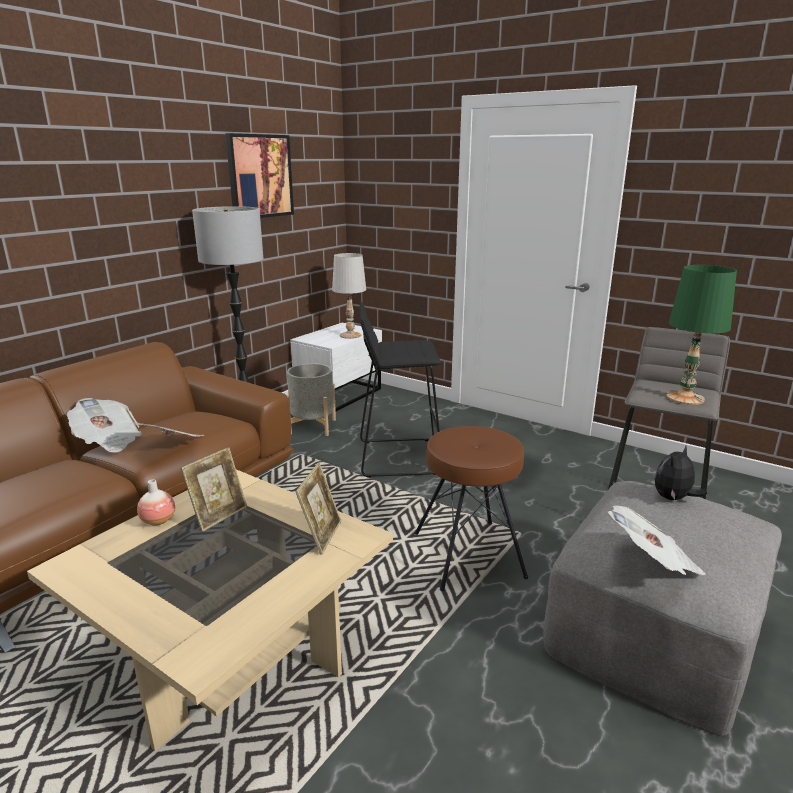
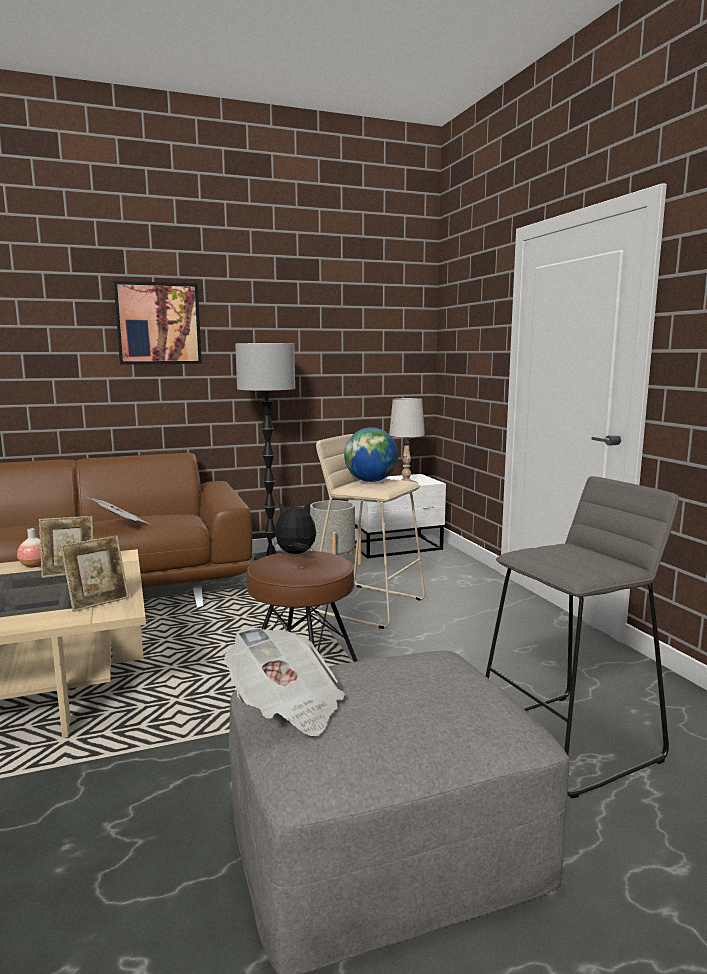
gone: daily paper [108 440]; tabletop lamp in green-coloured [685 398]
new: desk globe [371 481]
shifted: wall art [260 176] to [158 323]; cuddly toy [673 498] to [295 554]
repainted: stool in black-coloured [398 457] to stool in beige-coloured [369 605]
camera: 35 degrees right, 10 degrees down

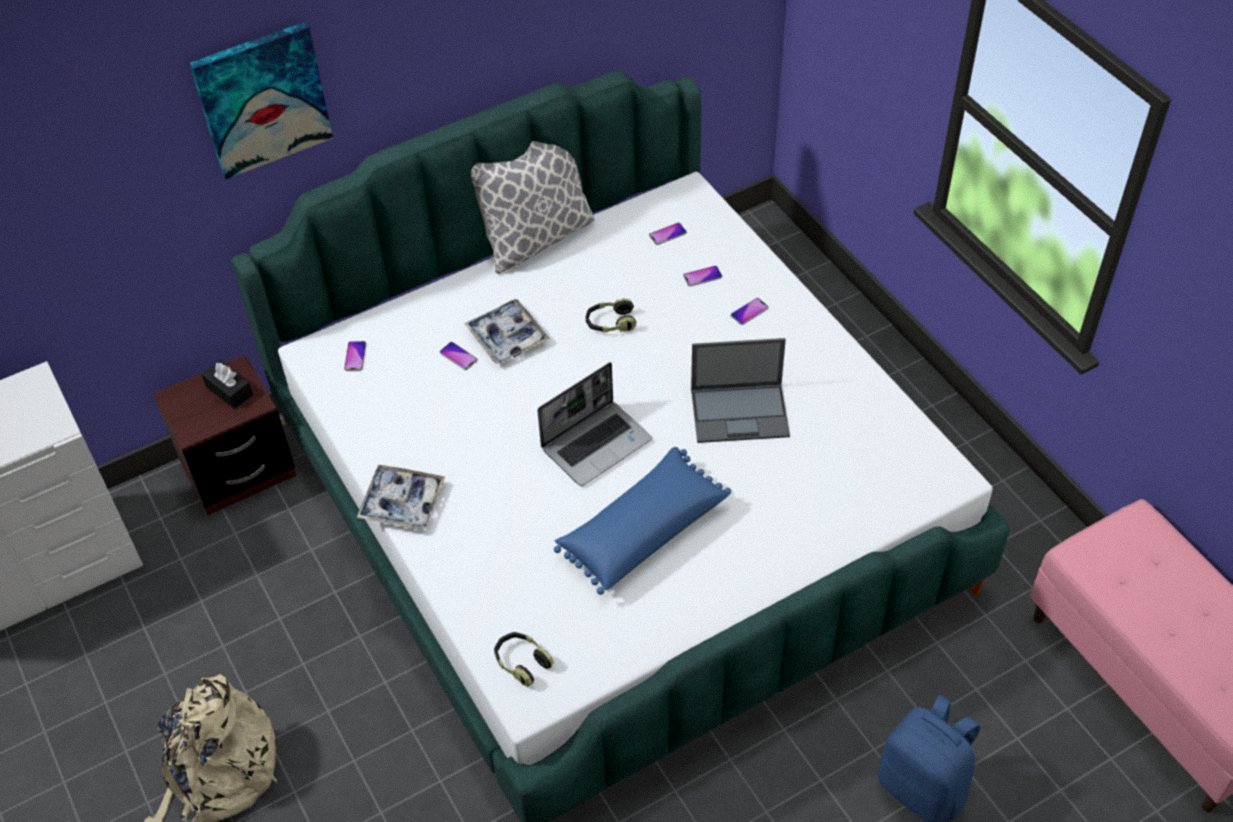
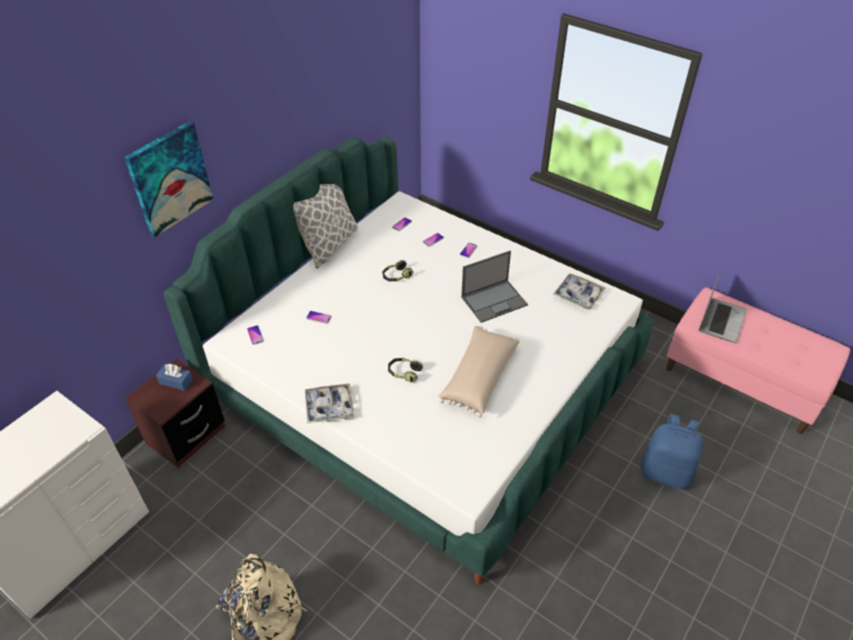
shifted: headset [522 662] to [404 373]; carrying tray [507 337] to [578 295]; laptop [597 443] to [721 320]
repainted: box of tissues in black-coloured [229 390] to box of tissues in bluish [176 381]; throw pillow in bluish [642 530] to throw pillow in beige-coloured [478 377]
camera: 25 degrees left, 5 degrees down

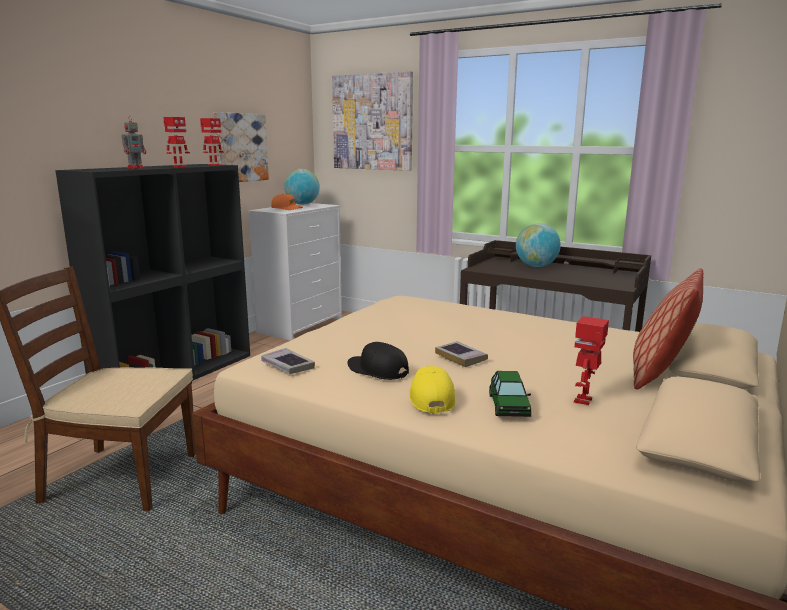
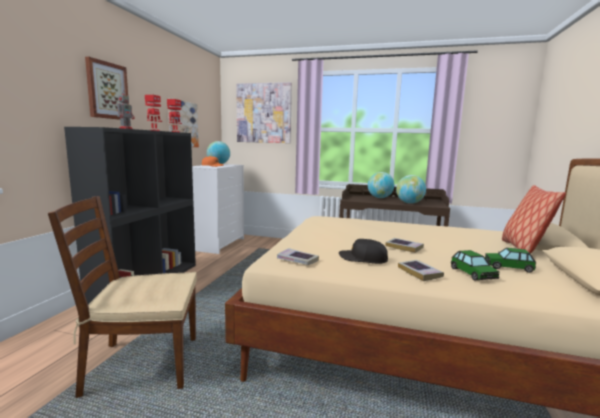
new: wall art [107 90]; desk globe [409 203]
swapped: cap in yellow [431 398] to bound book [419 273]; toy robot [584 401] to miniature car [508 267]
camera: 15 degrees left, 5 degrees down

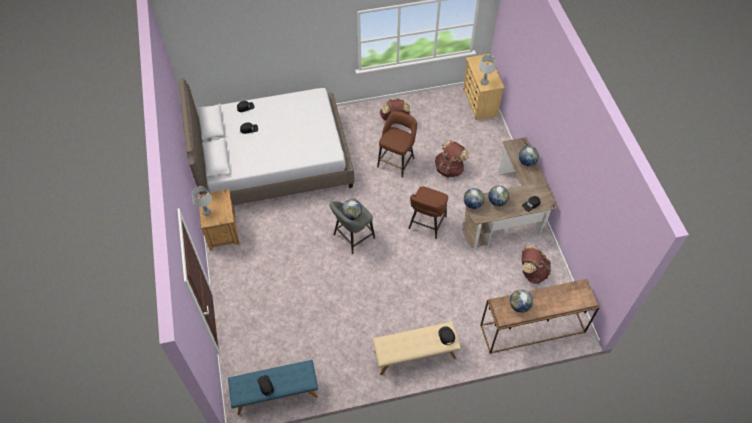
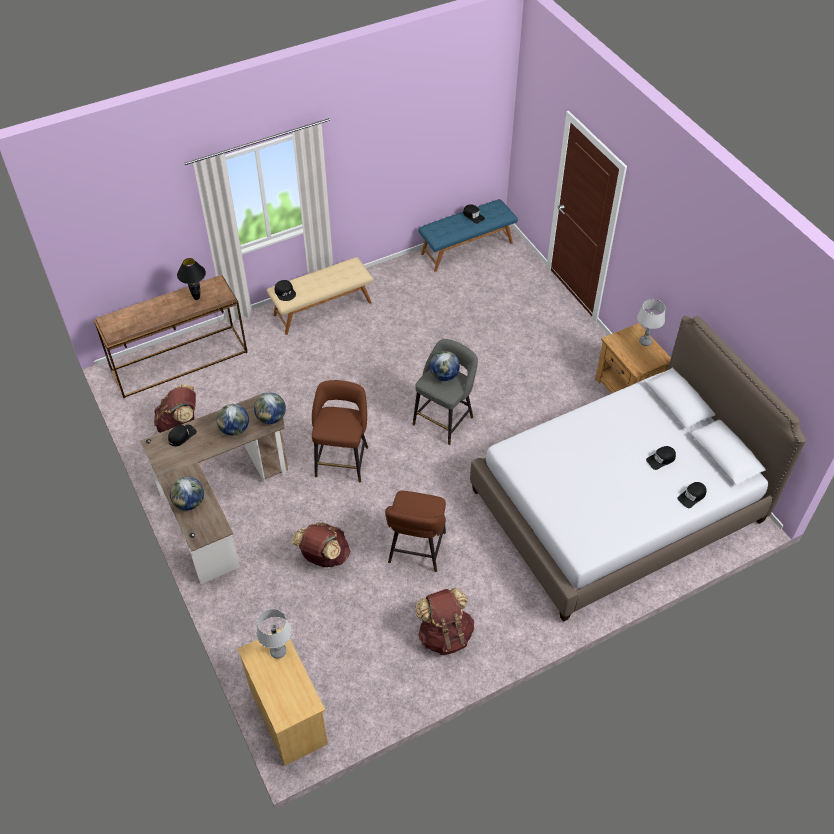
swapped: desk globe [519 306] to tabletop lamp in black-coloured [196 298]
camera: 165 degrees right, 5 degrees down

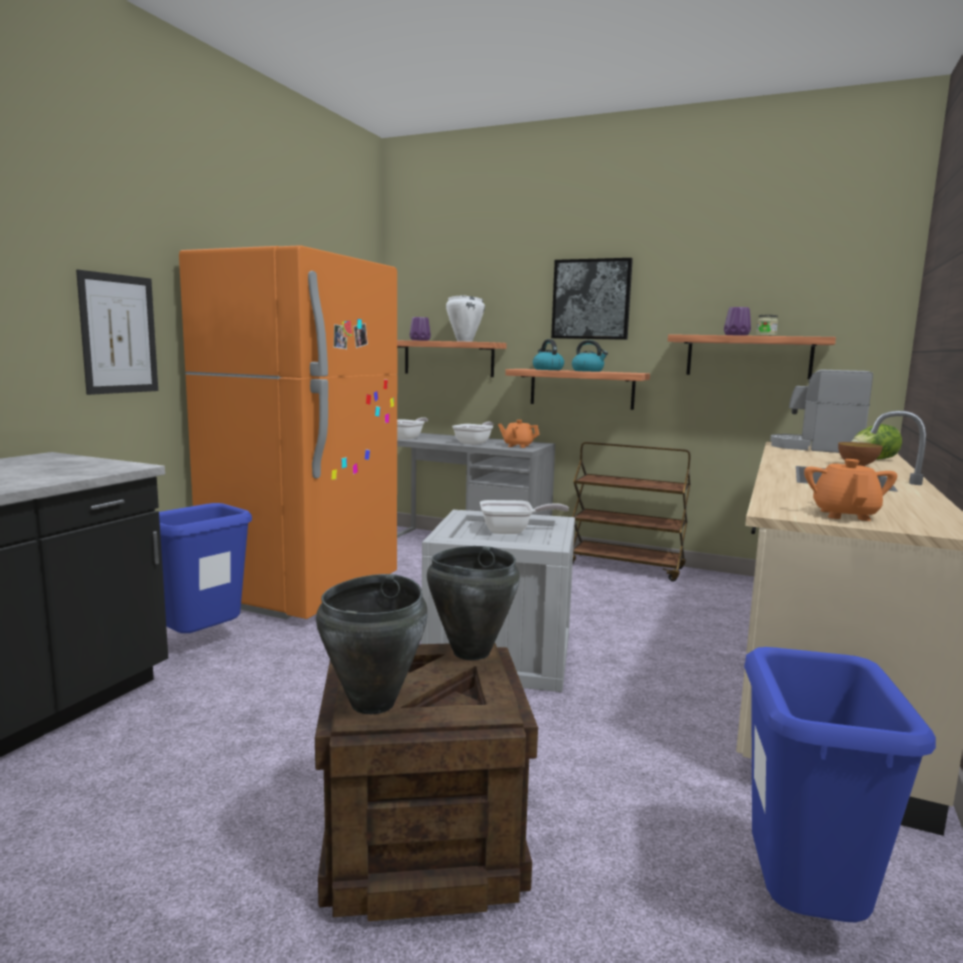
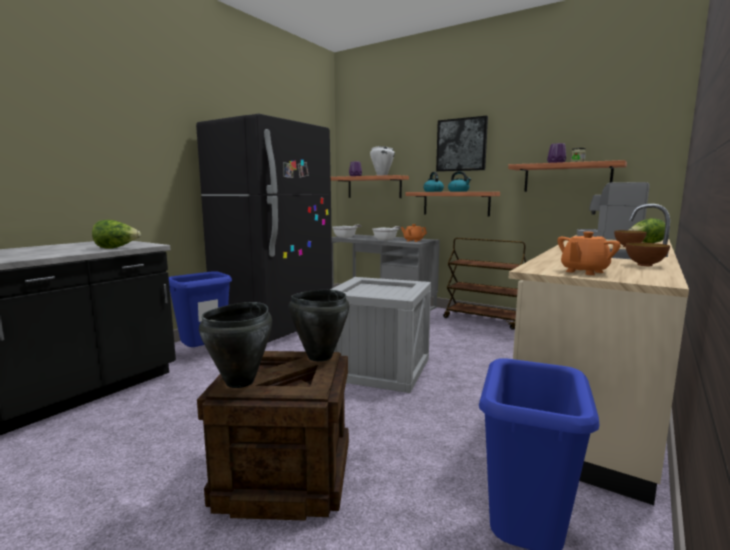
gone: wall art [119 334]; frying pan [512 531]
new: head of lettuce [116 248]; deep dish [644 265]
repainted: kitchen fridge in orange [304 590] to kitchen fridge in black-coloured [274 327]
rotated: teapot in orange [845 515] = [584 271] 150 degrees counterclockwise
camera: 10 degrees right, 0 degrees up

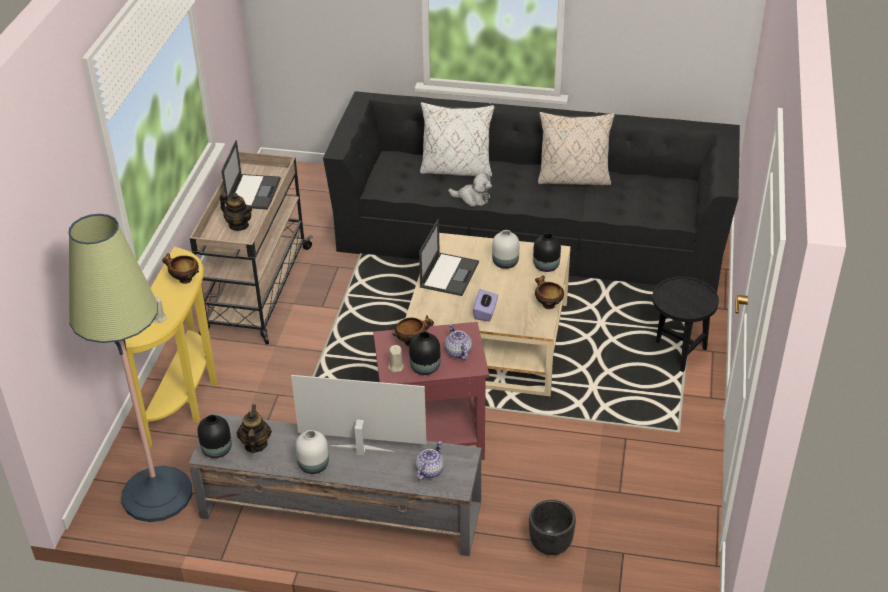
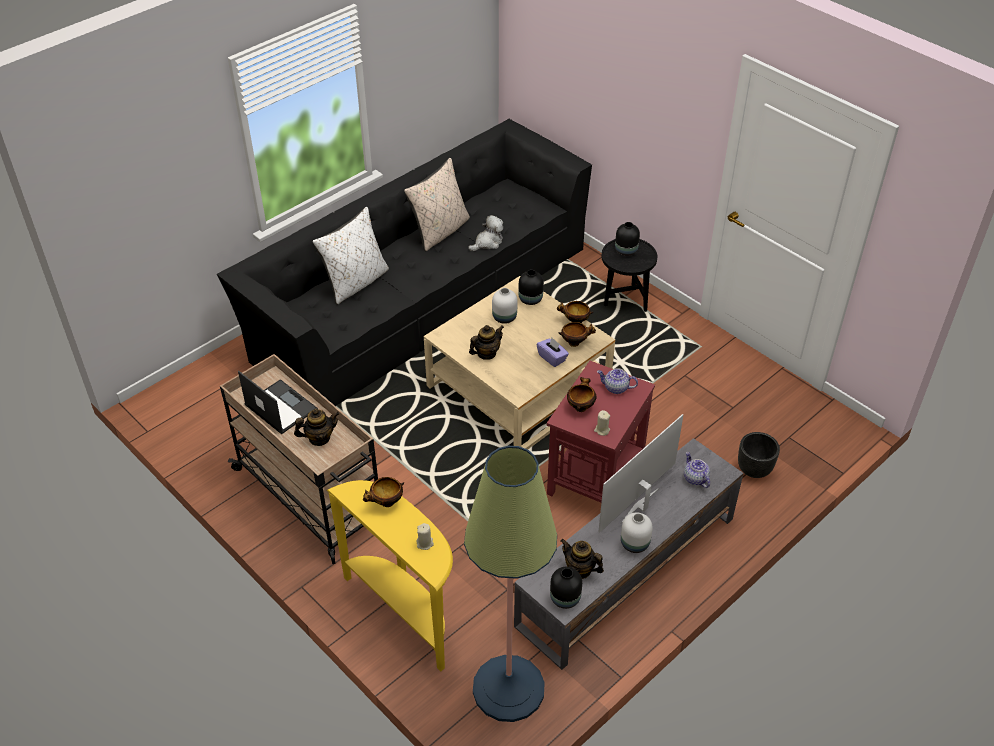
new: deep dish [575 342]
shifted: cuddly toy [473 198] to [487 242]; flower vase in black-coloured [425 367] to [625 250]
swapped: laptop [449 274] to teapot [486 353]
camera: 55 degrees left, 5 degrees up

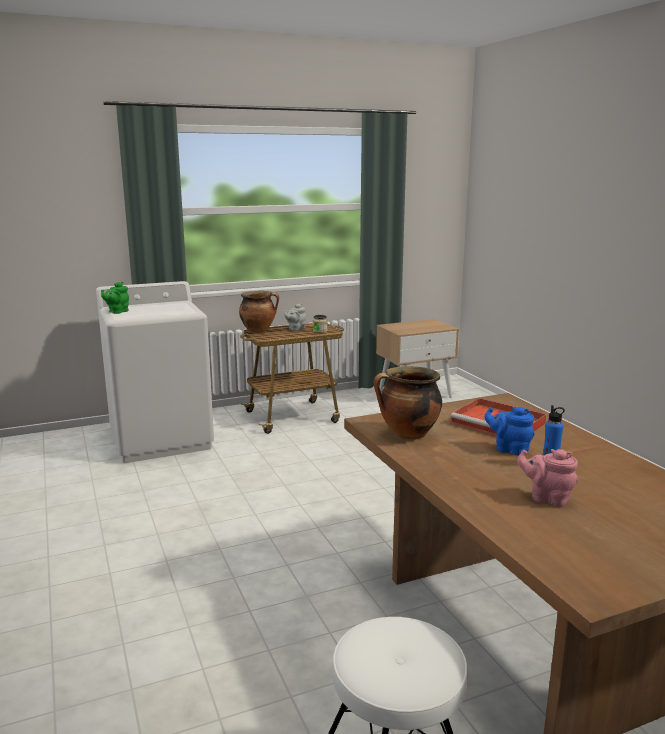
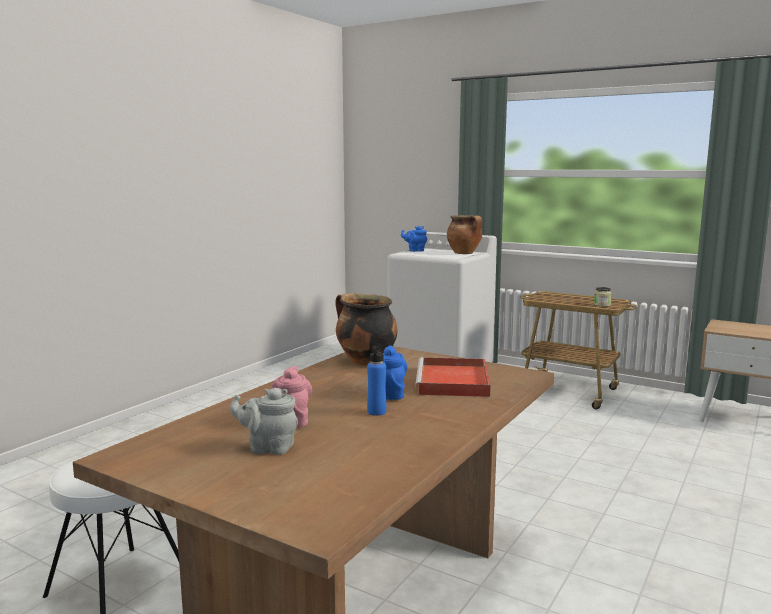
shifted: teapot in gray [295 329] to [268 448]; stockpot [259 331] to [464 253]
repainted: teapot in green-coloured [117 312] to teapot in bluish [415 250]
camera: 55 degrees right, 5 degrees down

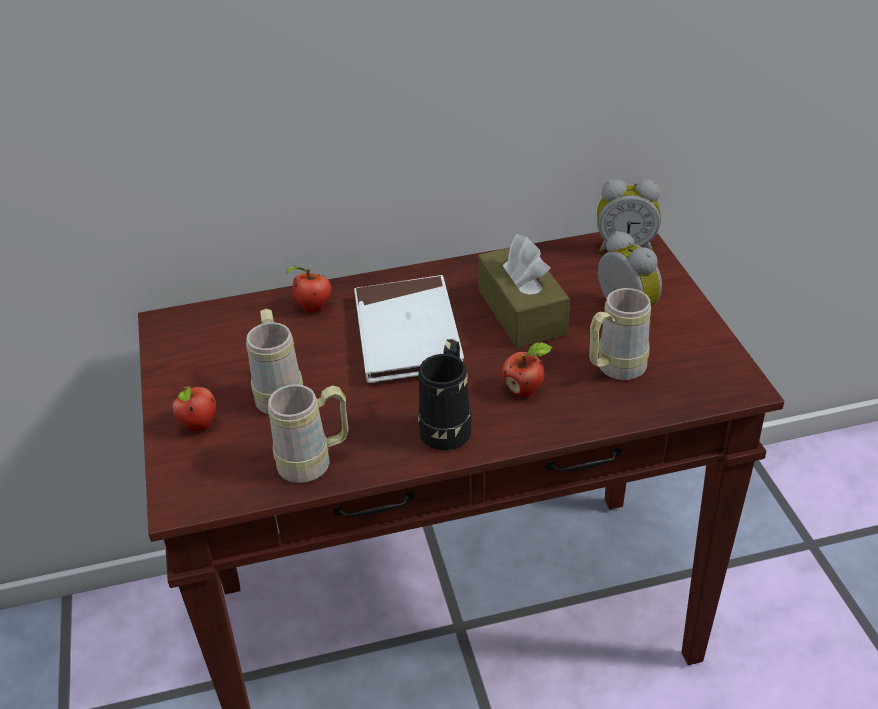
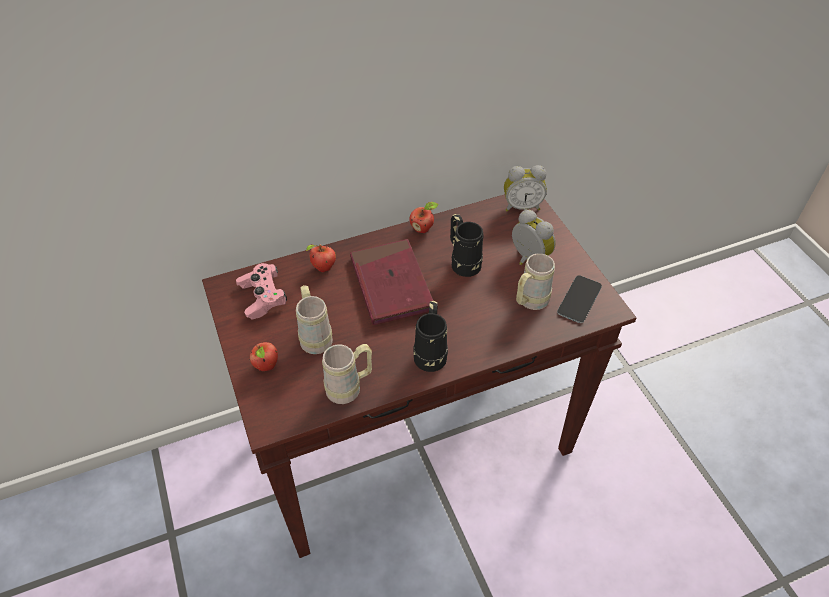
new: joypad in pink [263 297]; phone [579 299]
shifted: apple fruit [525 390] to [423 229]
swapped: box of tissues in brownish [522 312] to coffee mug in black-coloured [463 262]
repainted: bound book in white [407 335] to bound book in reddish [391 285]
camera: 10 degrees left, 10 degrees up

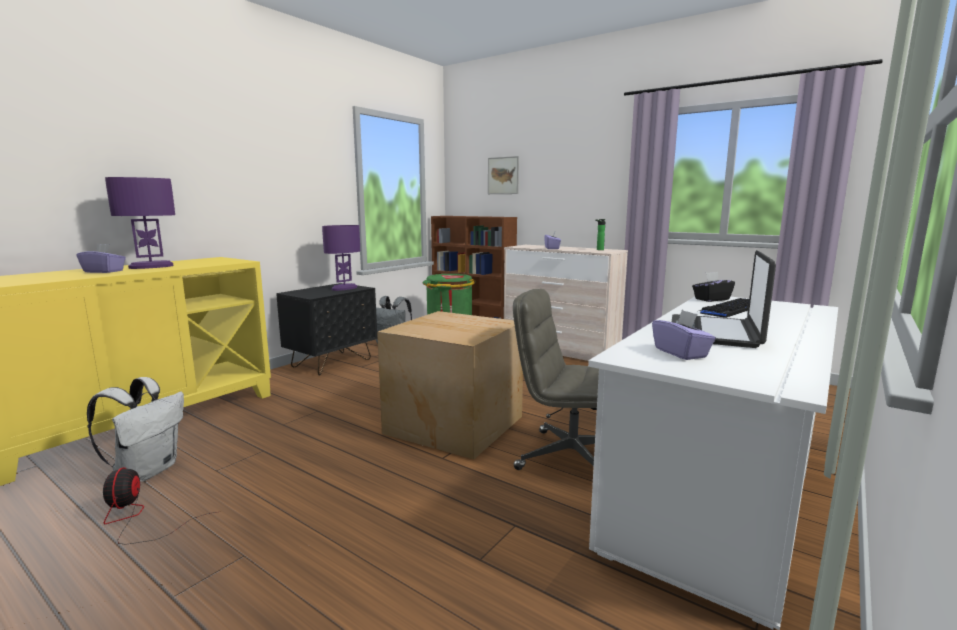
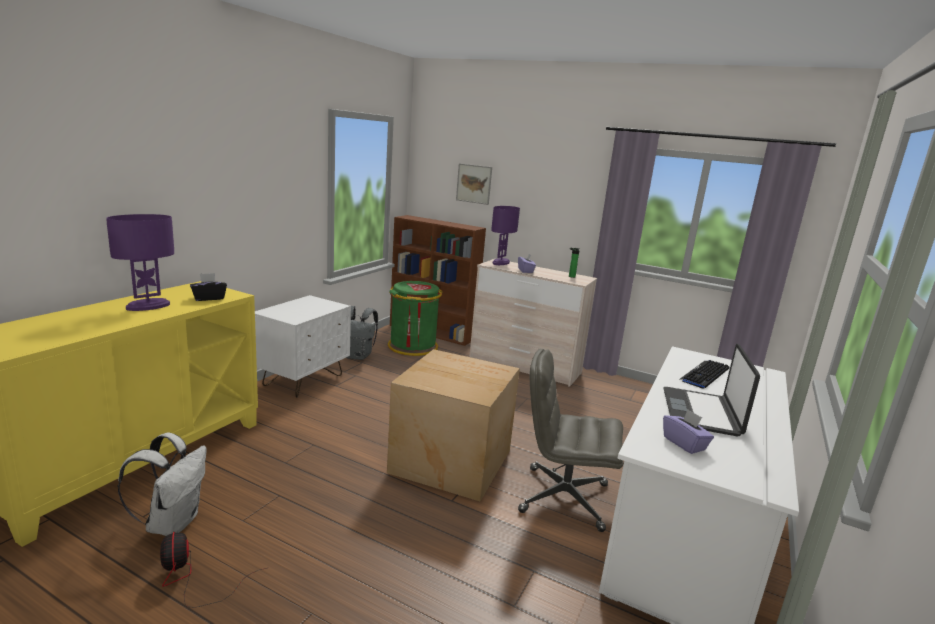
gone: box of tissues in purplish [104 271]
shifted: box of tissues in black-coloured [711 299] to [209 298]; tabletop lamp in purplish [344 288] to [501 263]
repainted: nightstand in black-coloured [332 363] to nightstand in white [303 380]
camera: 10 degrees left, 5 degrees up

